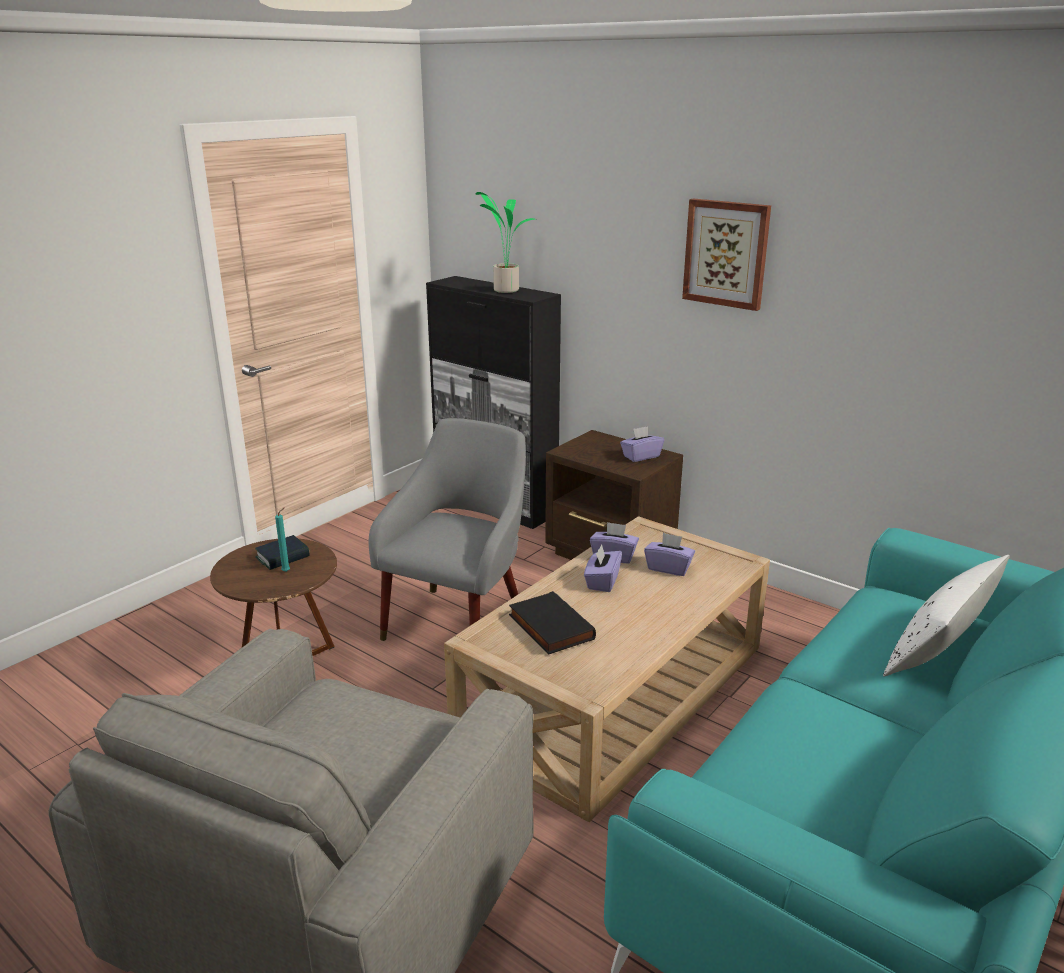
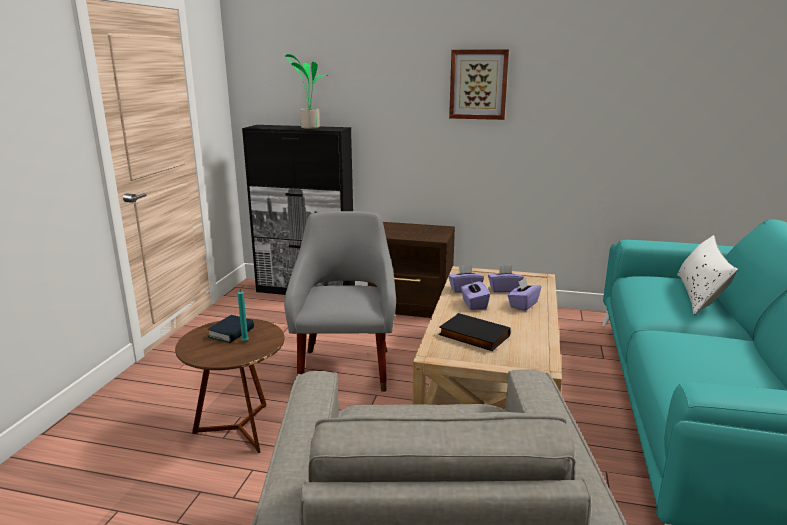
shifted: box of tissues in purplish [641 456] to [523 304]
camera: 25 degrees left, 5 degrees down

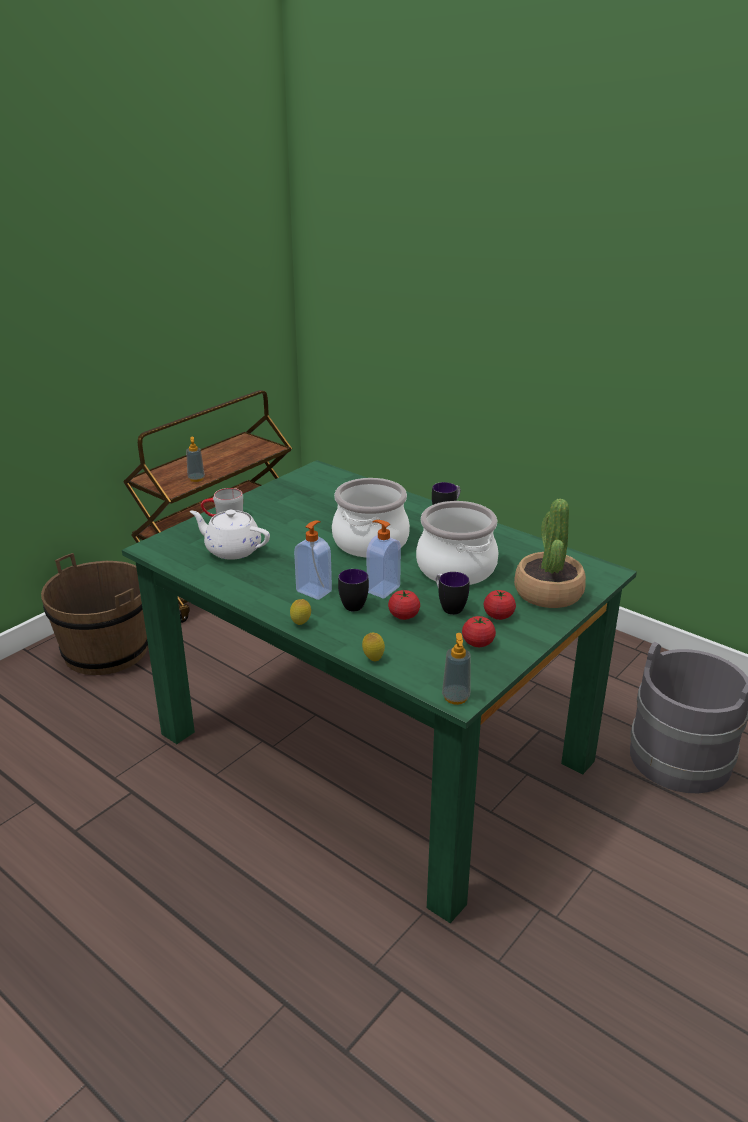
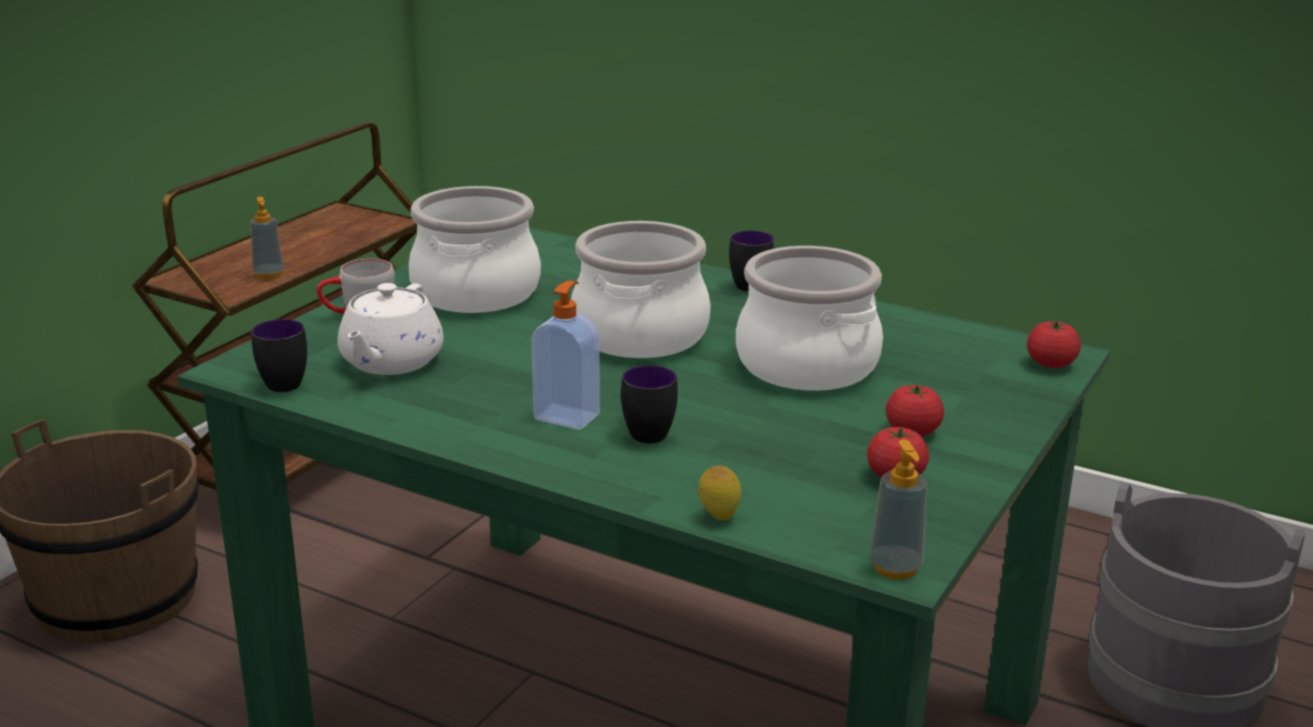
gone: citrus fruit [301 624]; soap bottle [382 589]; houseplant [548 593]
new: stockpot [474 293]
shifted: coffee mug [449 607] to [278 382]; fresh tomato [404 616] to [1050 364]
rotated: teapot in white [232 550] = [390 362] 90 degrees counterclockwise
camera: 10 degrees left, 5 degrees down

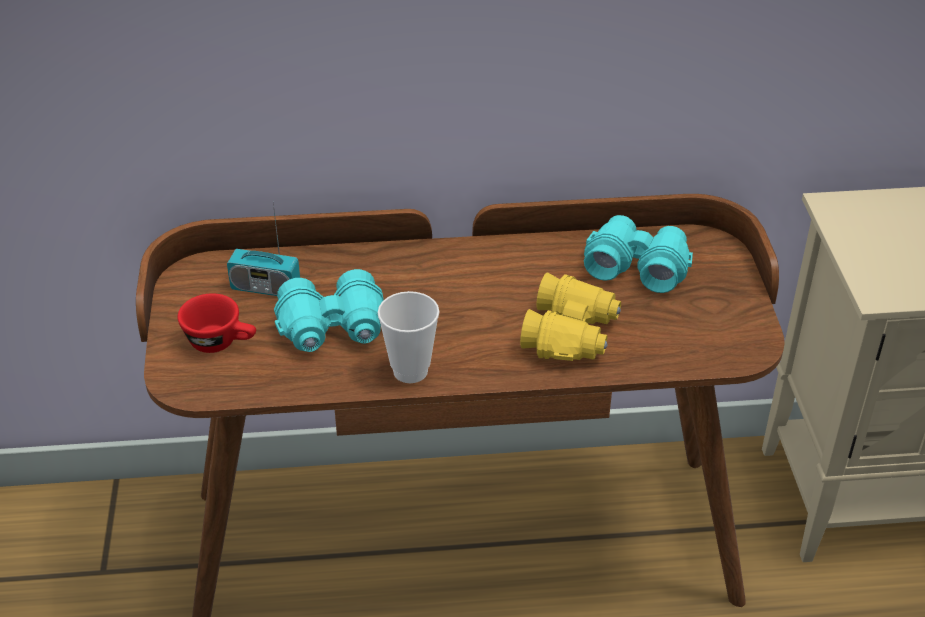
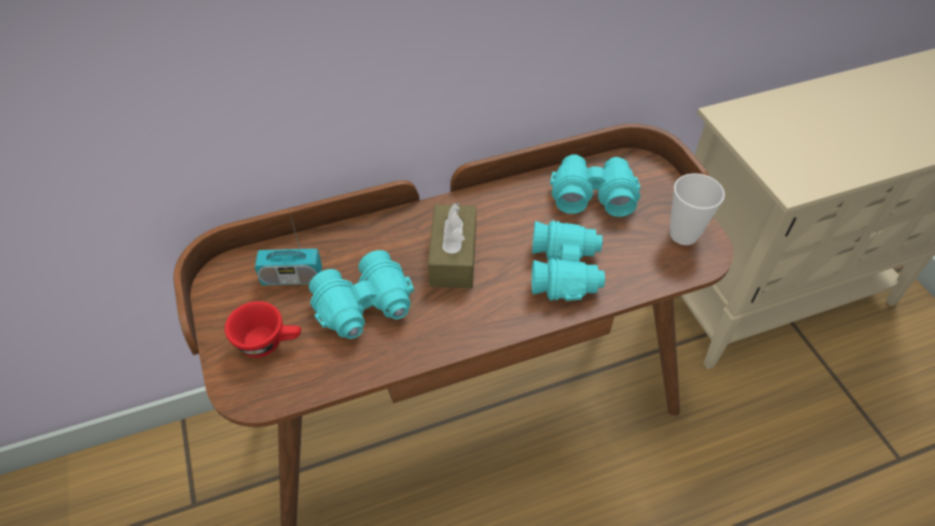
new: box of tissues in brownish [453 256]
shifted: small cup [410 371] to [683 235]
repainted: pair of binoculars in yellow [571 334] to pair of binoculars in blue-green [565 270]
camera: 15 degrees left, 10 degrees up

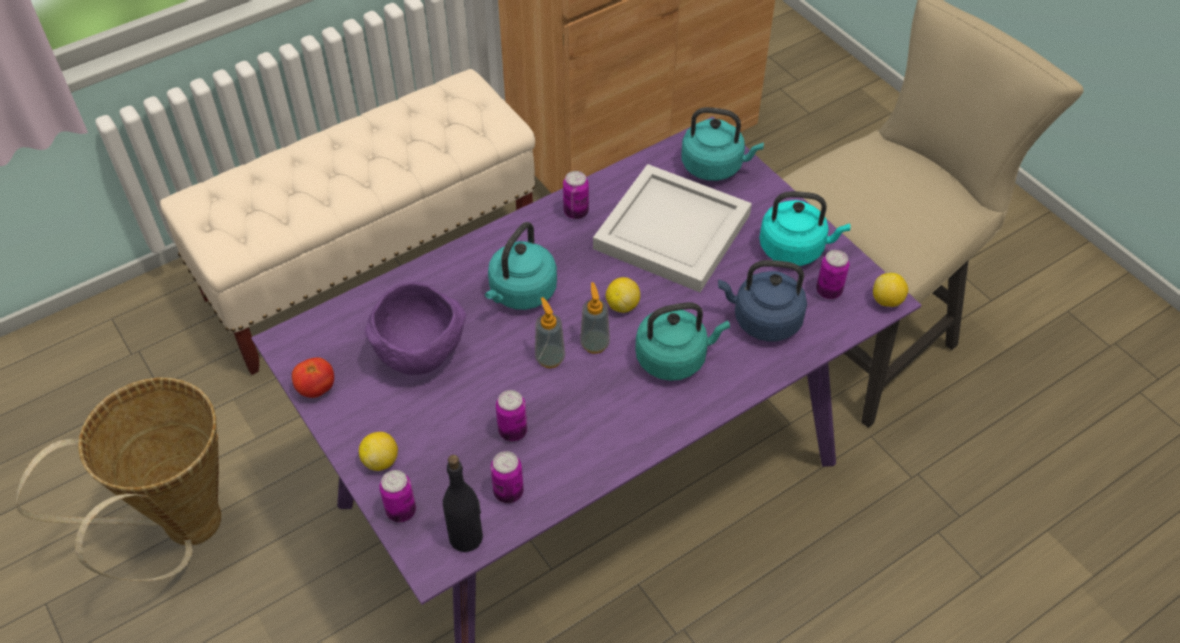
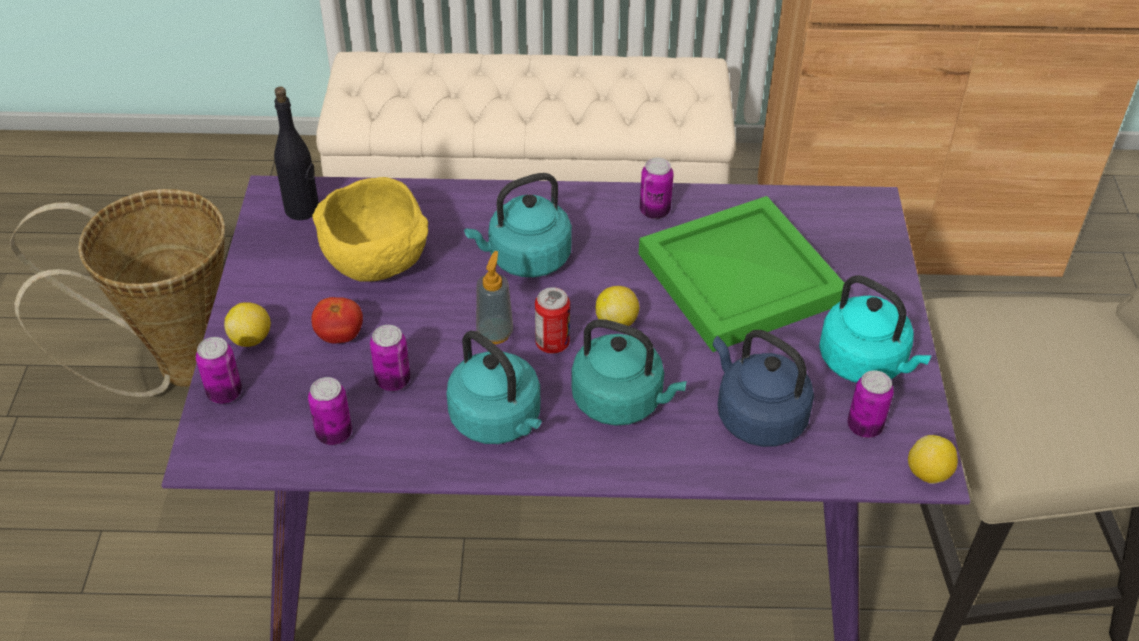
shifted: drink bottle in black-coloured [466 537] to [302 209]; fresh tomato [316 389] to [340 336]; kettle in blue-green [715 166] to [498 421]
swapped: soap bottle [594 344] to sealed can [552 343]
repainted: deep dish in purplish [421 353] to deep dish in yellow [379 264]; carrying tray in white [671 229] to carrying tray in green-coloured [740 276]
camera: 35 degrees right, 5 degrees down

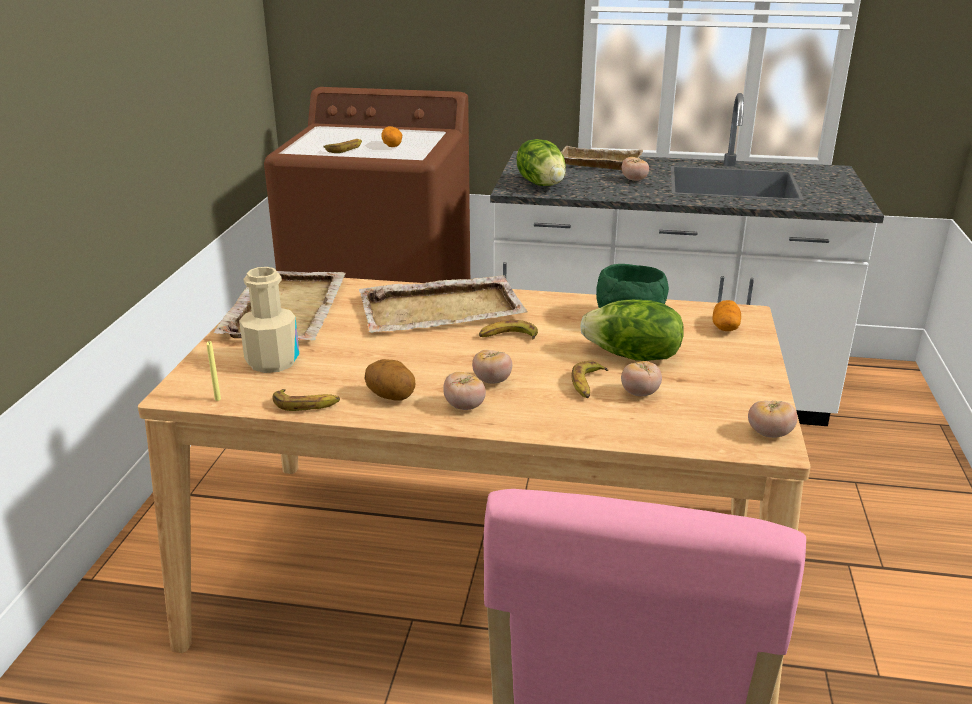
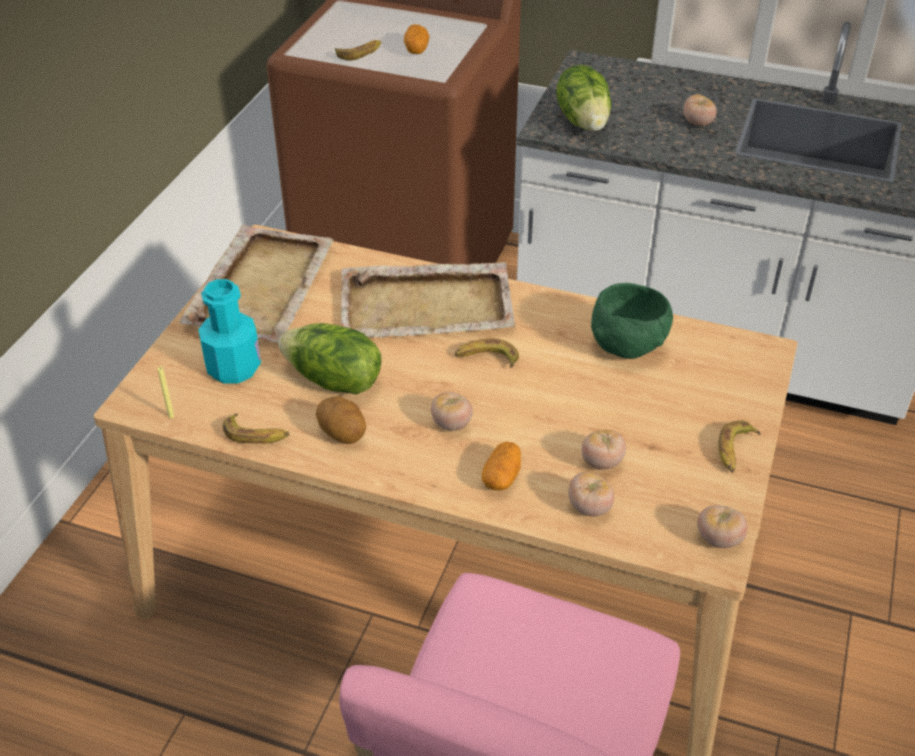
gone: carrying tray in beige-coloured [597 164]
shifted: head of lettuce [633 356] to [333 381]; whole potato [725 327] to [502 477]; fresh tomato [464 406] to [589 507]; whole banana [587 385] to [735 451]
repainted: drink bottle in beige-coloured [272 362] to drink bottle in blue-green [233 368]
camera: 10 degrees right, 15 degrees up

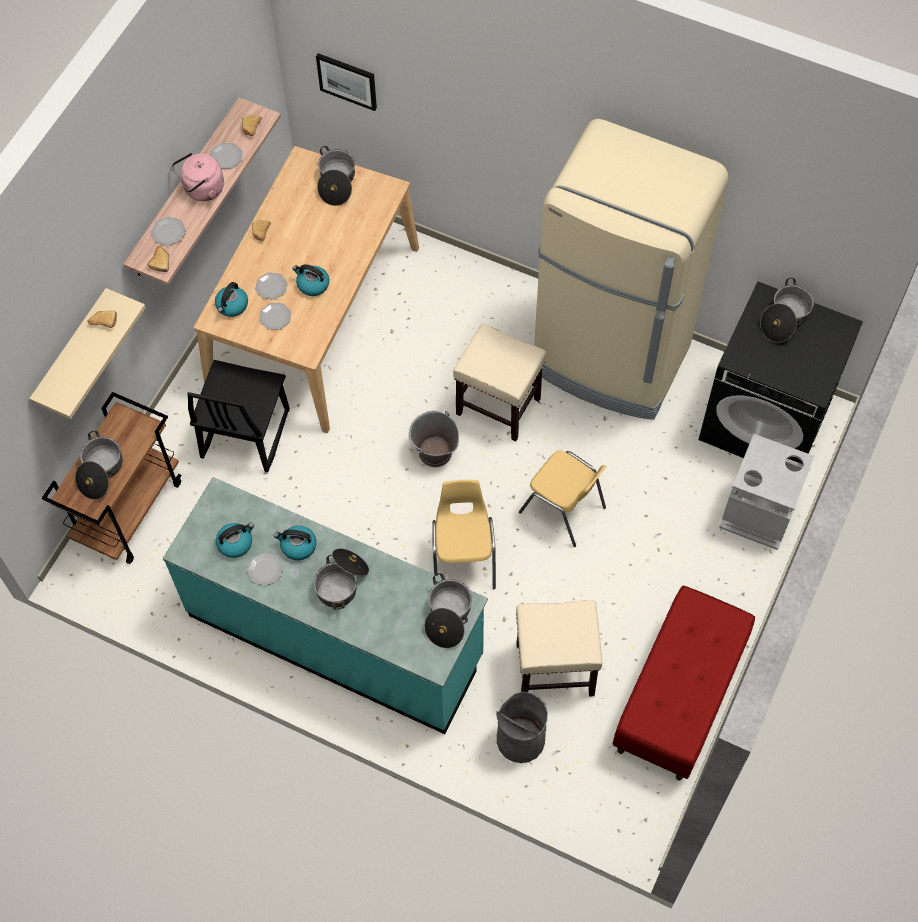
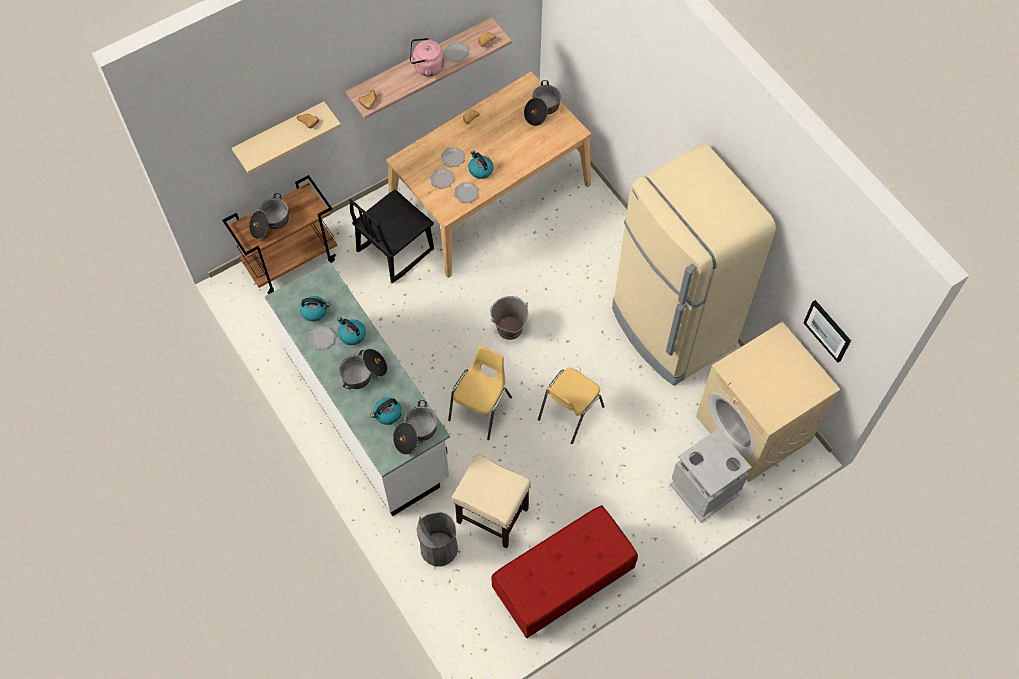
gone: stool in beige-coloured [499 406]; stockpot [784 319]
shifted: kettle [232 306] to [387 414]; plate [168 232] to [466 193]; wall art [347 80] to [828 330]
repainted: kitchen counter in blue-green [336 635] to kitchen counter in white [366 412]; washing machine in black-coloured [766 420] to washing machine in beige-coloured [754 429]
rotated: upright chair in yellow [563 510] = [569 413] 60 degrees clockwise
camera: 30 degrees right, 0 degrees up

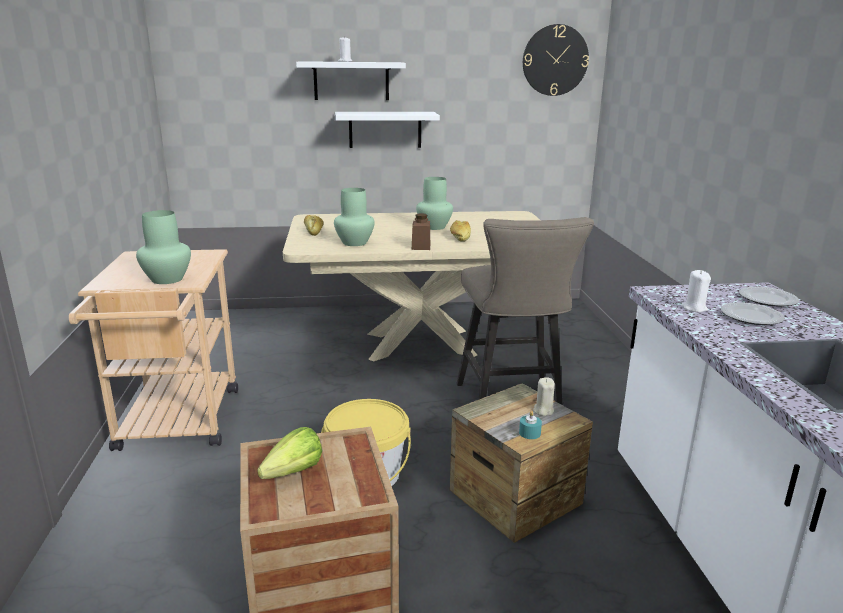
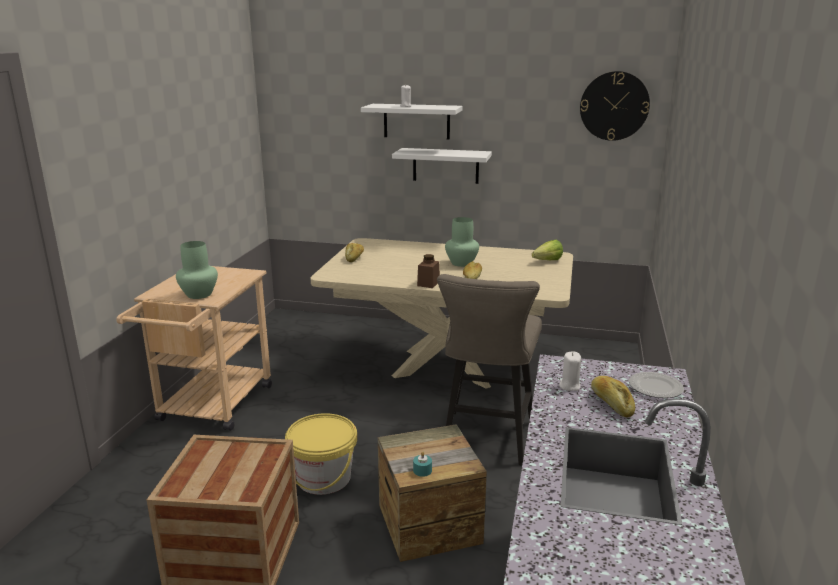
gone: flower vase in green-coloured [355 243]; candle in beige-coloured [543 411]
shifted: head of lettuce [288 475] to [544 261]
swapped: plate [750 317] to bakery bread [611 403]
camera: 20 degrees right, 0 degrees up

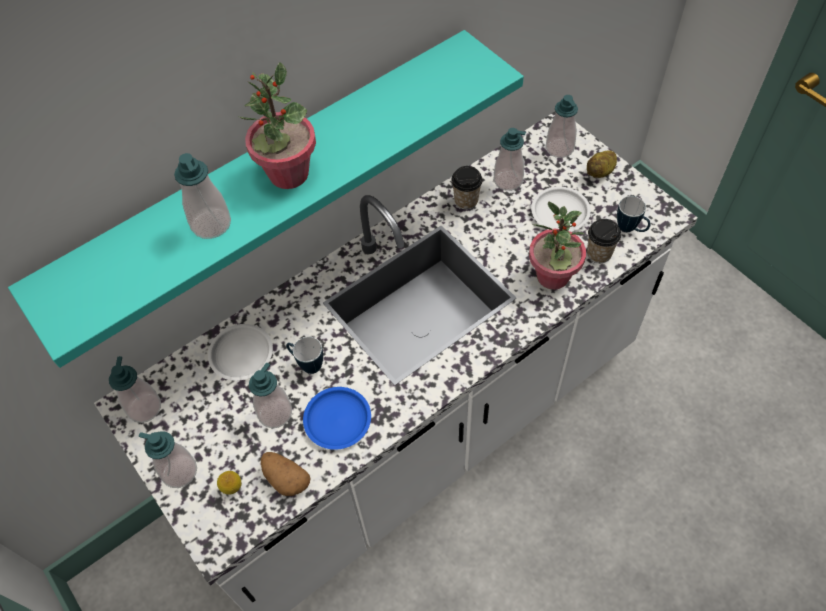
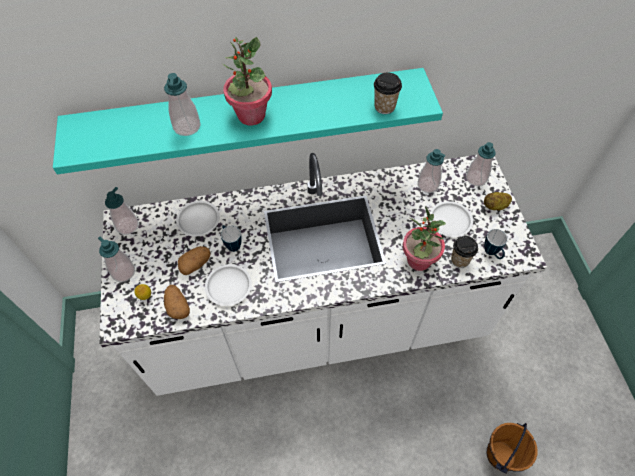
new: pail in brownish [501 455]
shifted: small cup [466 201] to [384 107]
swapped: soap bottle [275 413] to whole potato [196 264]
repainted: plate in bluish [337 420] to plate in white [228 286]
camera: 25 degrees right, 0 degrees up

